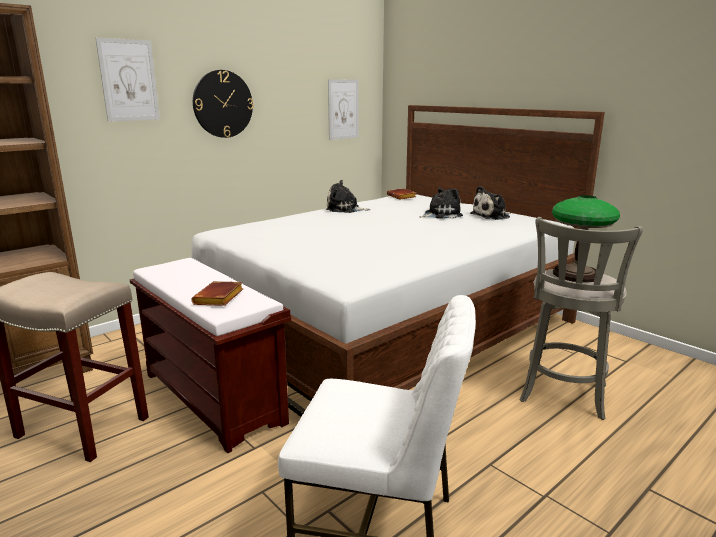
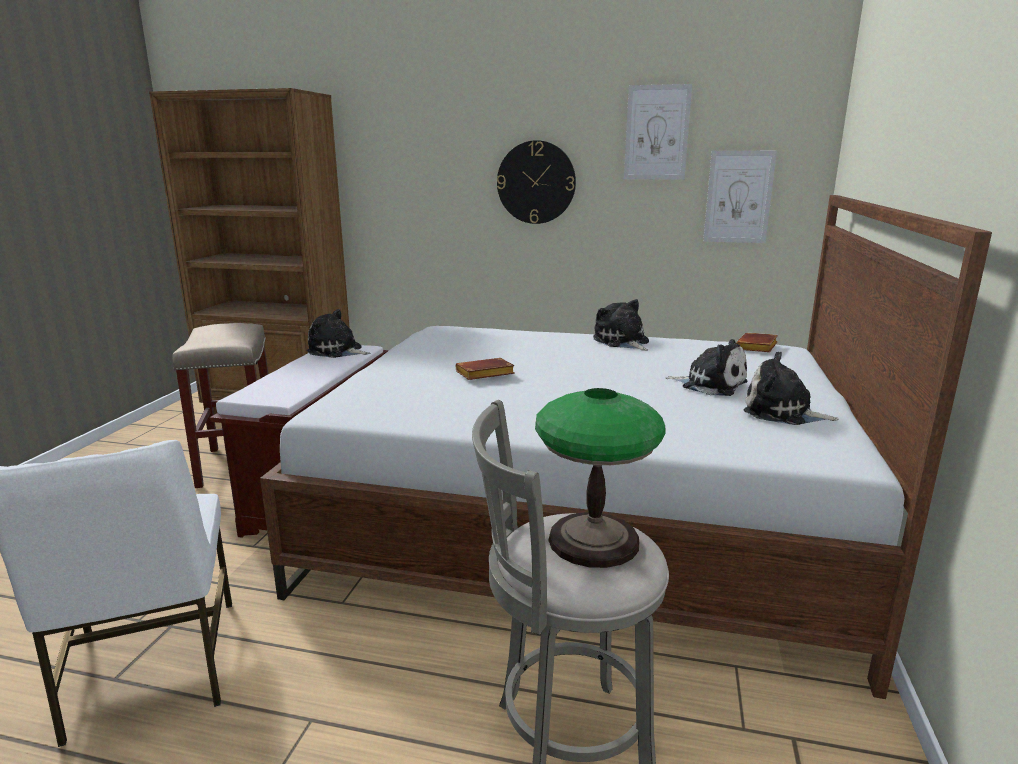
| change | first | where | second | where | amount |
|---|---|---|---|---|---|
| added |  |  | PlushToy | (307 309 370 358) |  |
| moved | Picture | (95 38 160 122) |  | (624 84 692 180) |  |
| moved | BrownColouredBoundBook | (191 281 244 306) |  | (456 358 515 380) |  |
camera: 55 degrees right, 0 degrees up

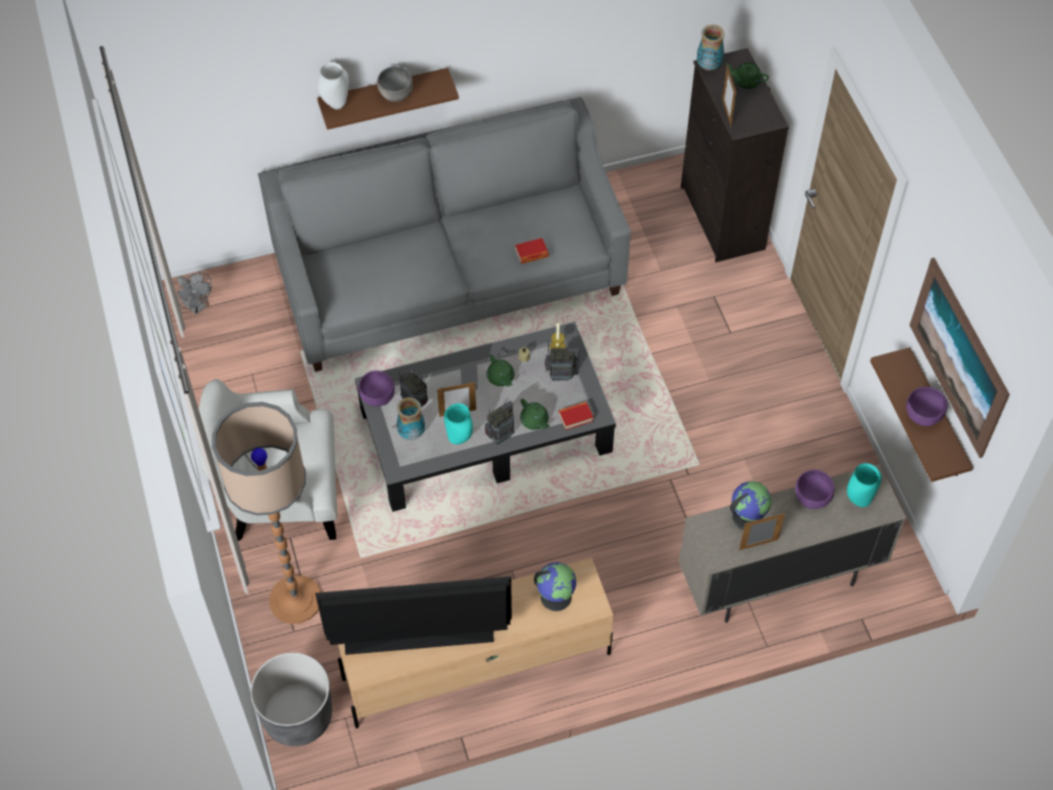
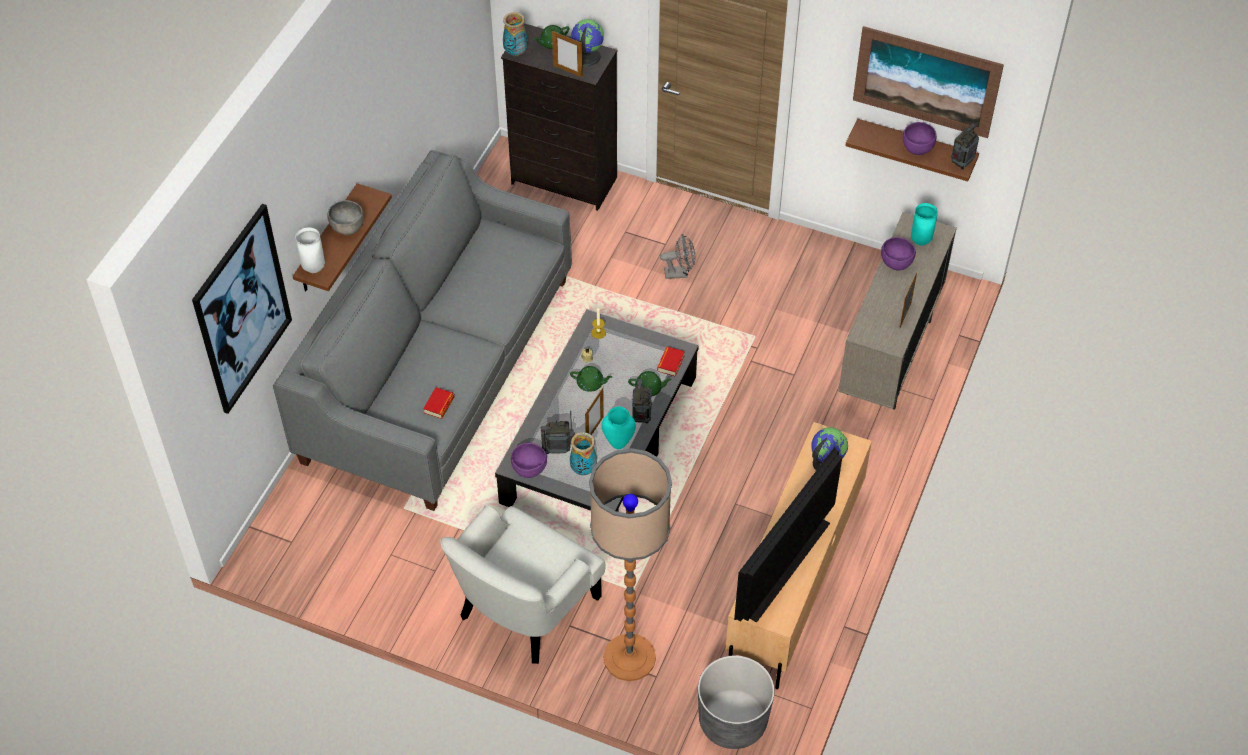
| change | first | where | second | where | amount |
|---|---|---|---|---|---|
| added |  |  | Picture | (192 204 292 414) |  |
| moved | GreyCoolingFan | (177 272 212 315) |  | (660 234 696 279) |  |
| moved | BoundBook | (515 238 549 264) |  | (423 387 454 419) |  |
| moved | RadioReceiver | (545 341 579 381) |  | (951 123 979 170) |  |
| moved | Globe | (730 481 772 530) |  | (571 19 604 66) |  |
camera: 50 degrees left, 5 degrees down

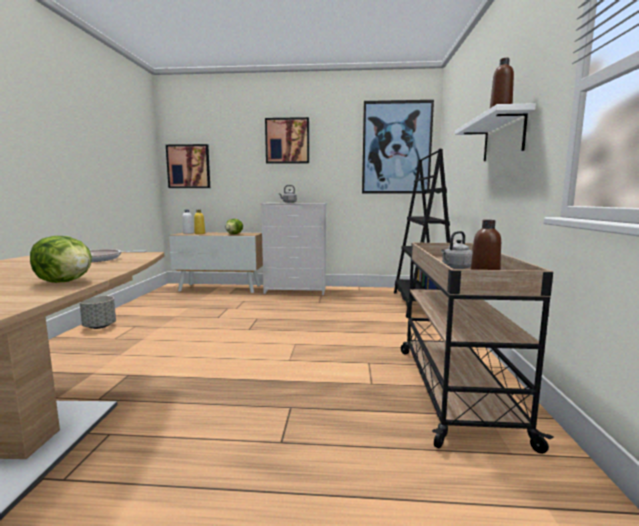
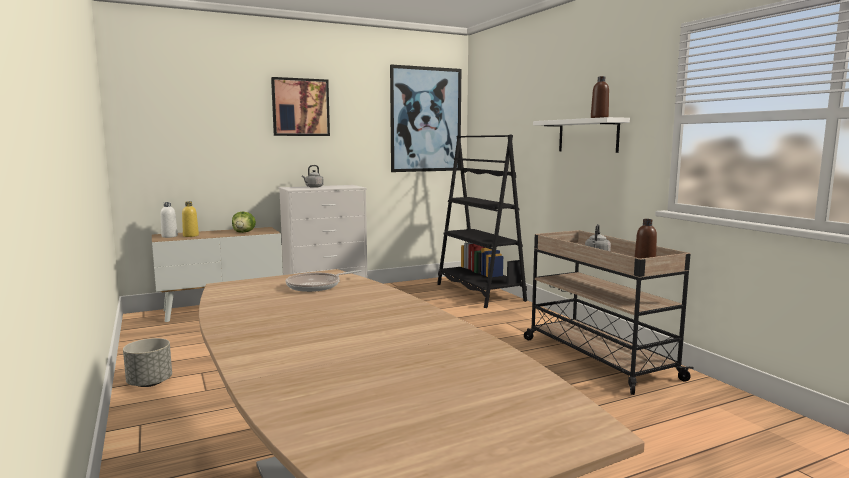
| change | first | where | second | where | amount |
|---|---|---|---|---|---|
| removed | HeadOfLettuce | (30 236 92 283) |  |  |  |
| removed | Picture | (166 144 210 188) |  |  |  |
camera: 30 degrees left, 0 degrees up

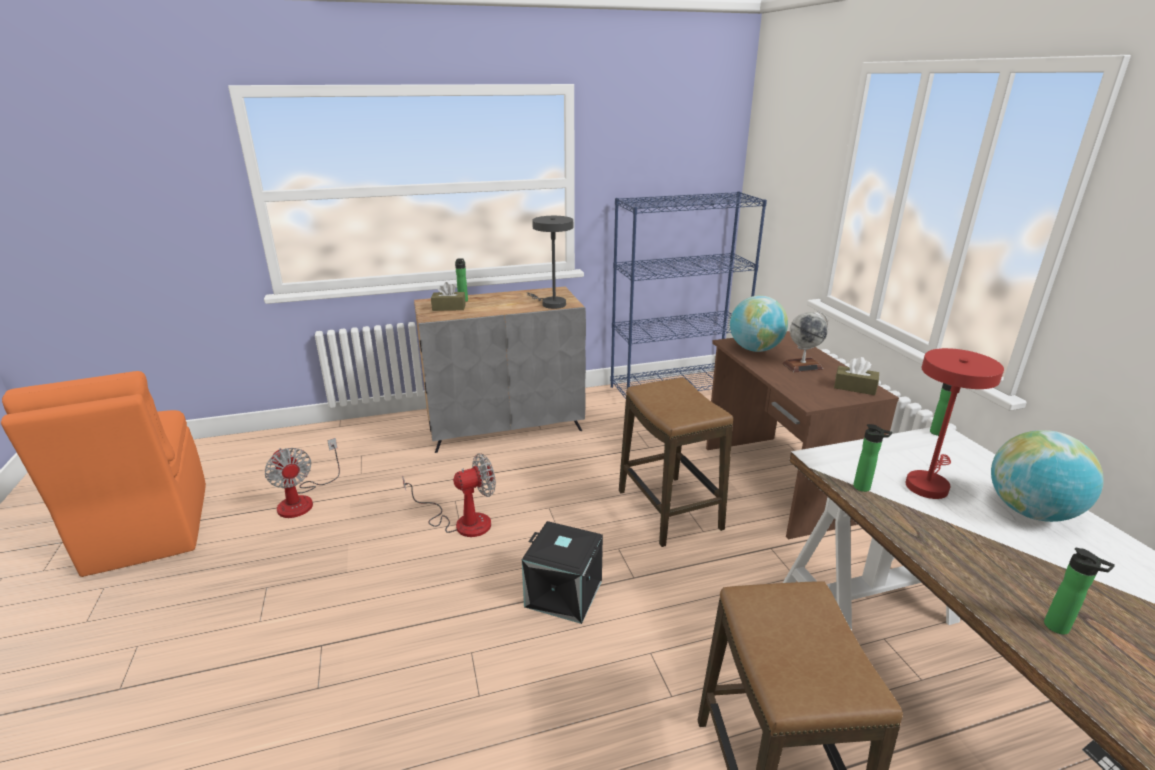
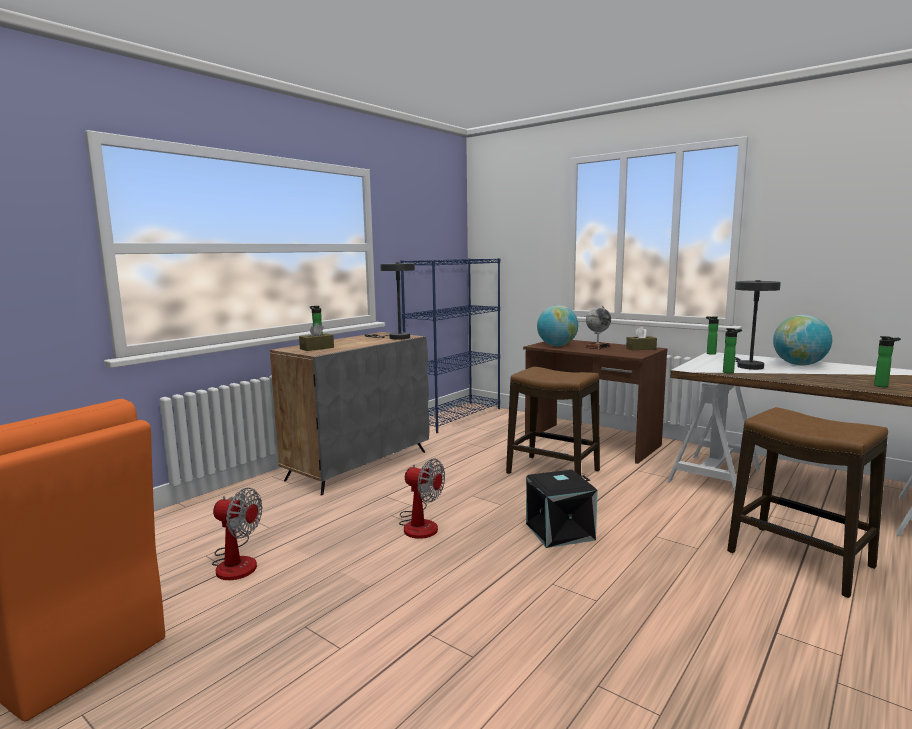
| change | first | where | second | where | amount |
|---|---|---|---|---|---|
| recoloured | ReddishTabletopLamp | (905 348 1004 499) | GreyTabletopLamp | (735 280 781 370) |  |
| turned | CoolingFan | (402 453 496 537) |  | (399 458 445 539) | 90 degrees clockwise |
camera: 35 degrees left, 15 degrees down

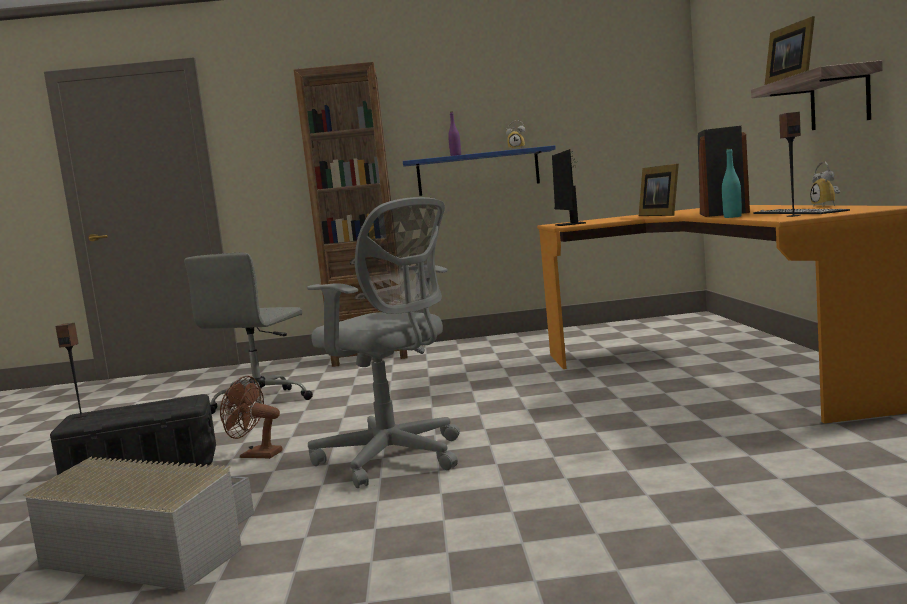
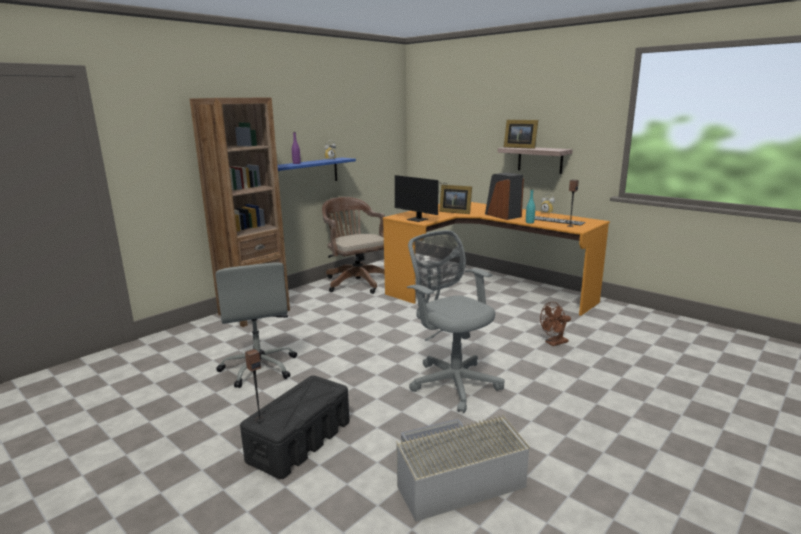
| change | first | where | second | where | amount |
|---|---|---|---|---|---|
| added |  |  | BrownColouredDeskChair | (322 197 385 294) |  |
| moved | BrownColouredCoolingFan | (220 376 282 459) |  | (540 302 571 346) |  |
| turned | GreyDeskChair | (307 197 460 488) |  | (407 230 505 413) | 120 degrees counterclockwise |
camera: 45 degrees left, 10 degrees up

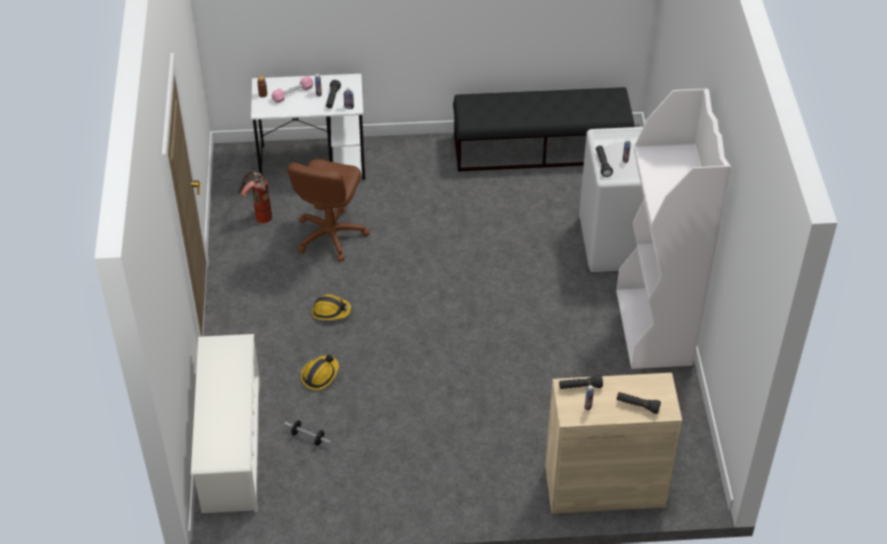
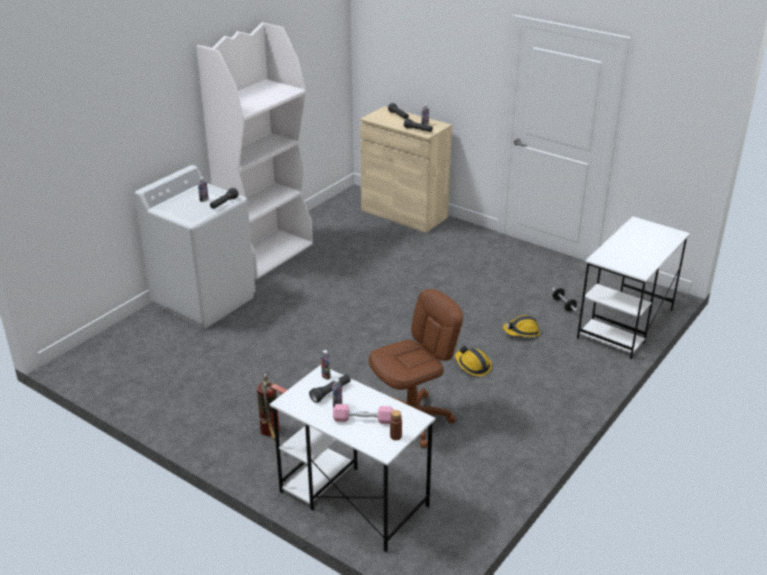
| change | first | where | second | where | amount |
|---|---|---|---|---|---|
| removed | BlackColouredIndoorBench | (453 87 635 172) |  |  |  |
| moved | FireFightingCylinder | (237 171 272 223) |  | (257 371 287 441) |  |
| replaced | WhitishShoeShelf | (191 334 260 513) | WhitishDesk | (577 216 690 359) |  |
camera: 140 degrees left, 15 degrees down

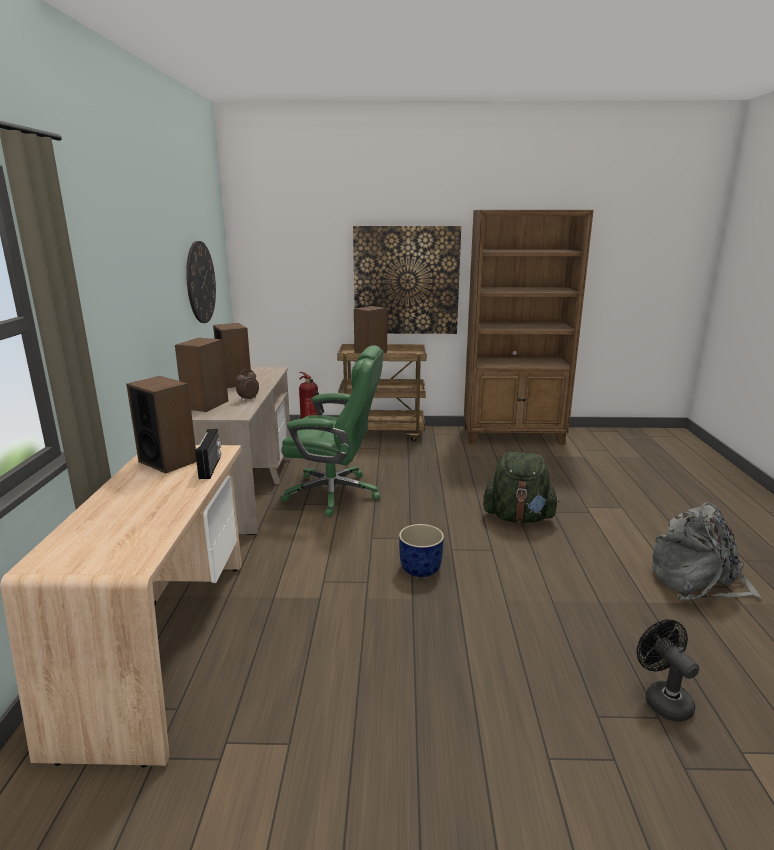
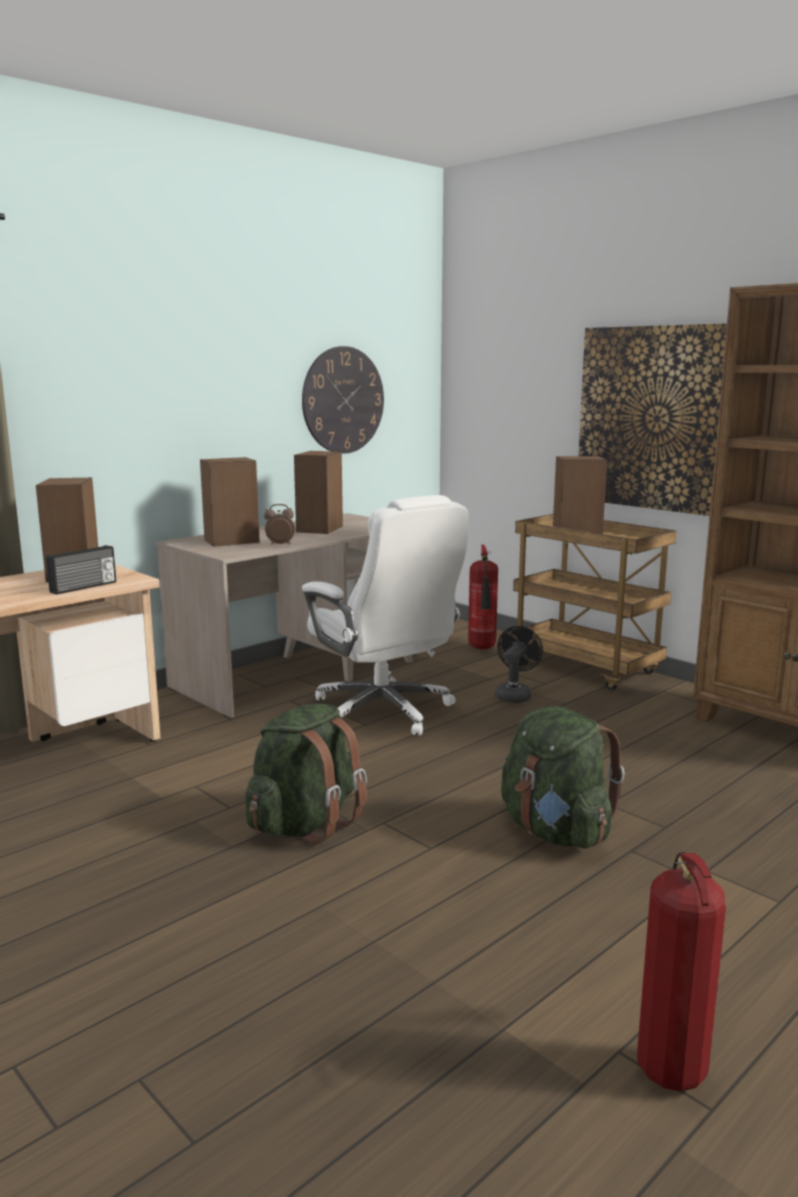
| change | first | where | second | where | amount |
|---|---|---|---|---|---|
| moved | BlackColouredCoolingFan | (637 620 699 722) |  | (495 626 543 703) |  |
| replaced | BluishFlowerPot | (399 524 444 577) | GreenishRucksack | (246 704 367 844) |  |
| replaced | GreyRucksack | (652 503 762 601) | FireFightingCylinder | (637 852 726 1091) |  |
| recoloured | GreenishDeskChair | (280 345 383 517) | WhitishDeskChair | (302 495 468 736) |  |
camera: 45 degrees right, 5 degrees down

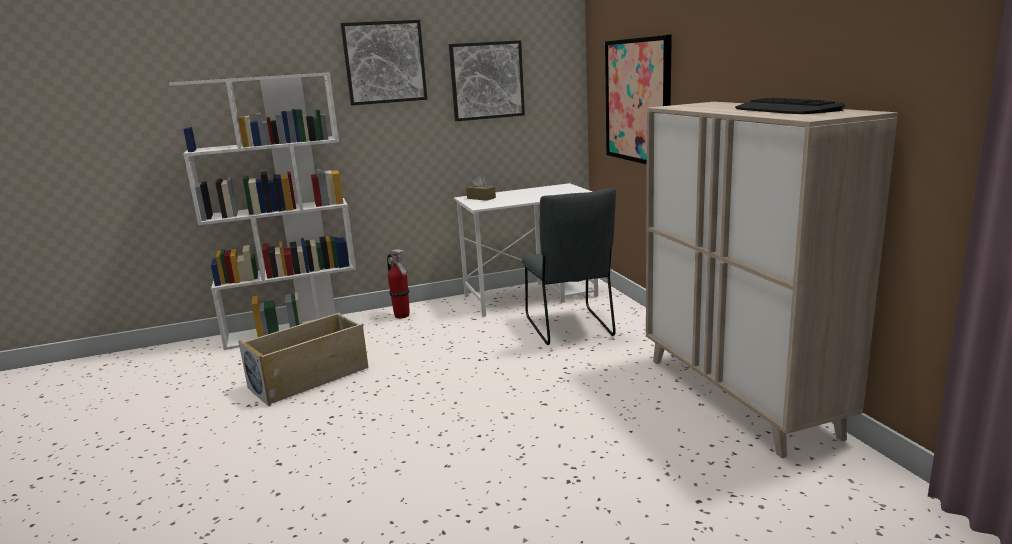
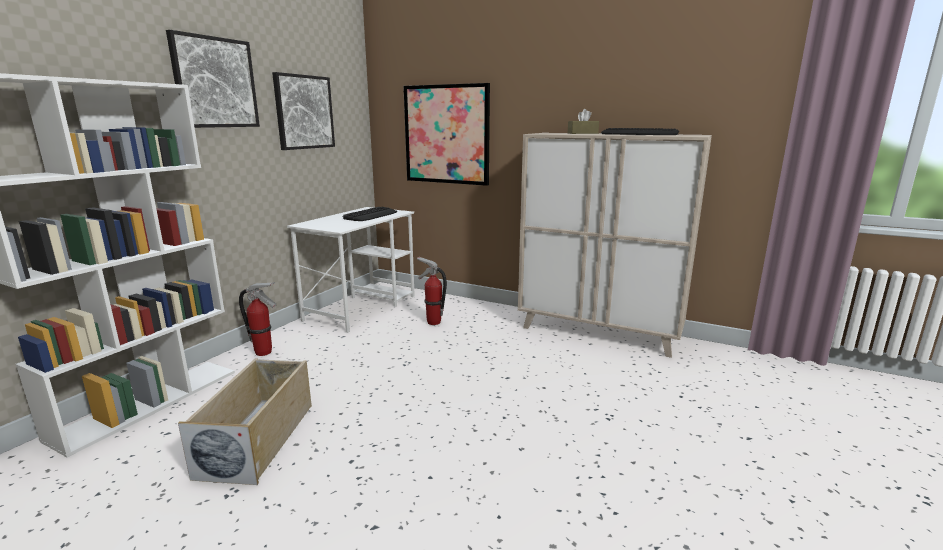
| change | first | where | second | where | amount |
|---|---|---|---|---|---|
| added |  |  | ComputerKeyboard | (342 207 397 221) |  |
| moved | BrownColouredTissueBox | (466 176 496 201) |  | (568 109 599 134) |  |
| replaced | GreyUprightChair | (522 188 616 345) | FireFightingCylinder | (417 257 447 325) |  |
camera: 45 degrees left, 0 degrees up

